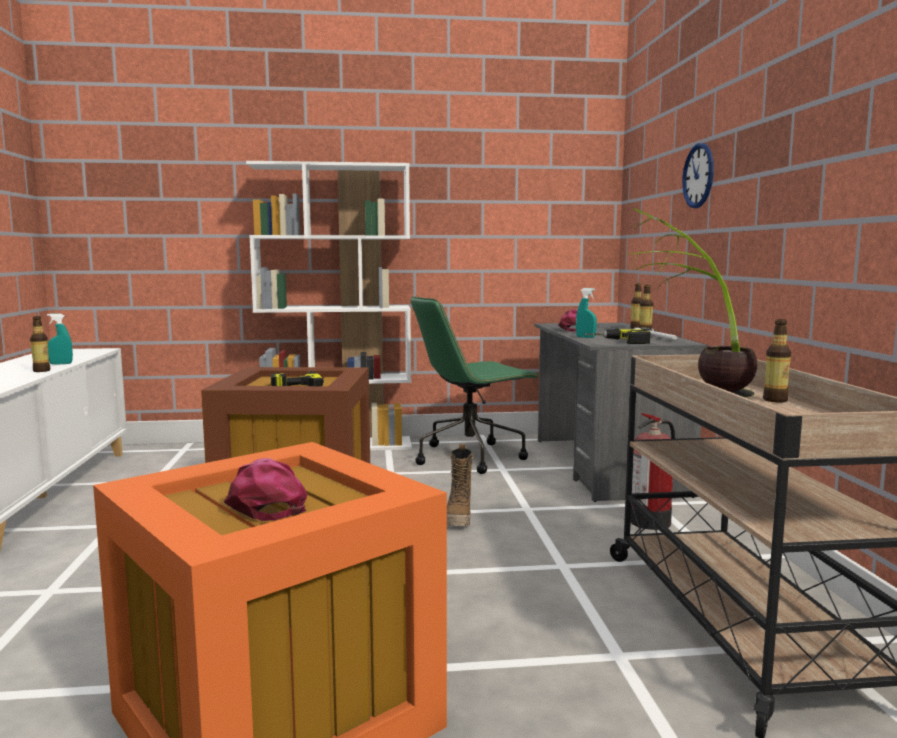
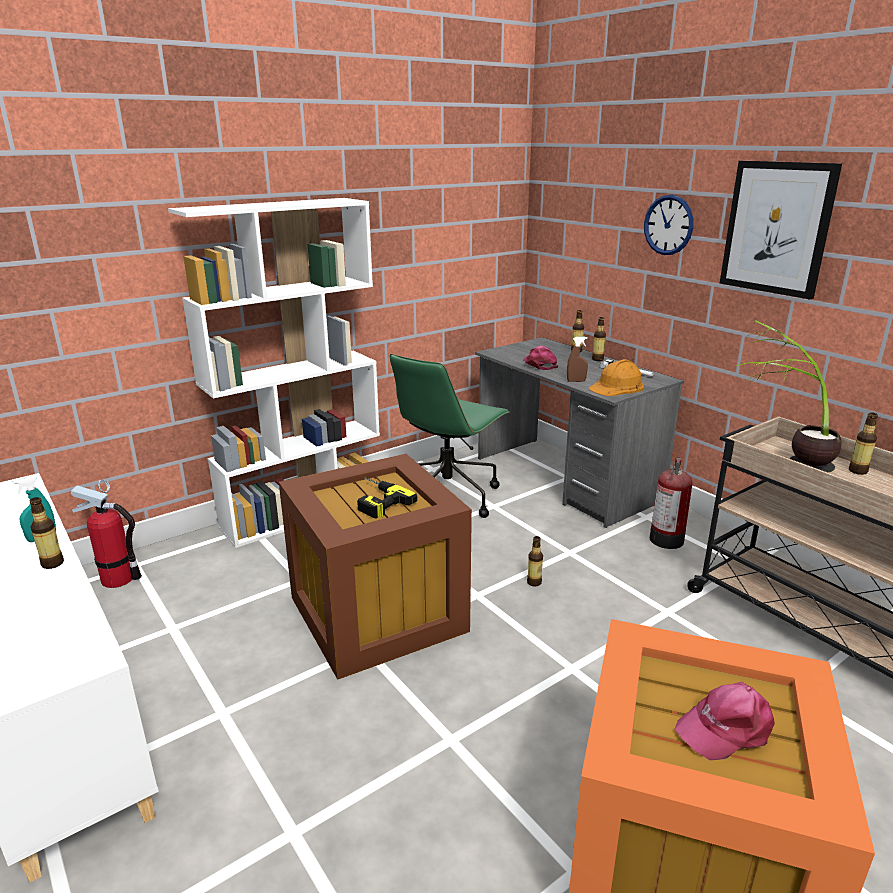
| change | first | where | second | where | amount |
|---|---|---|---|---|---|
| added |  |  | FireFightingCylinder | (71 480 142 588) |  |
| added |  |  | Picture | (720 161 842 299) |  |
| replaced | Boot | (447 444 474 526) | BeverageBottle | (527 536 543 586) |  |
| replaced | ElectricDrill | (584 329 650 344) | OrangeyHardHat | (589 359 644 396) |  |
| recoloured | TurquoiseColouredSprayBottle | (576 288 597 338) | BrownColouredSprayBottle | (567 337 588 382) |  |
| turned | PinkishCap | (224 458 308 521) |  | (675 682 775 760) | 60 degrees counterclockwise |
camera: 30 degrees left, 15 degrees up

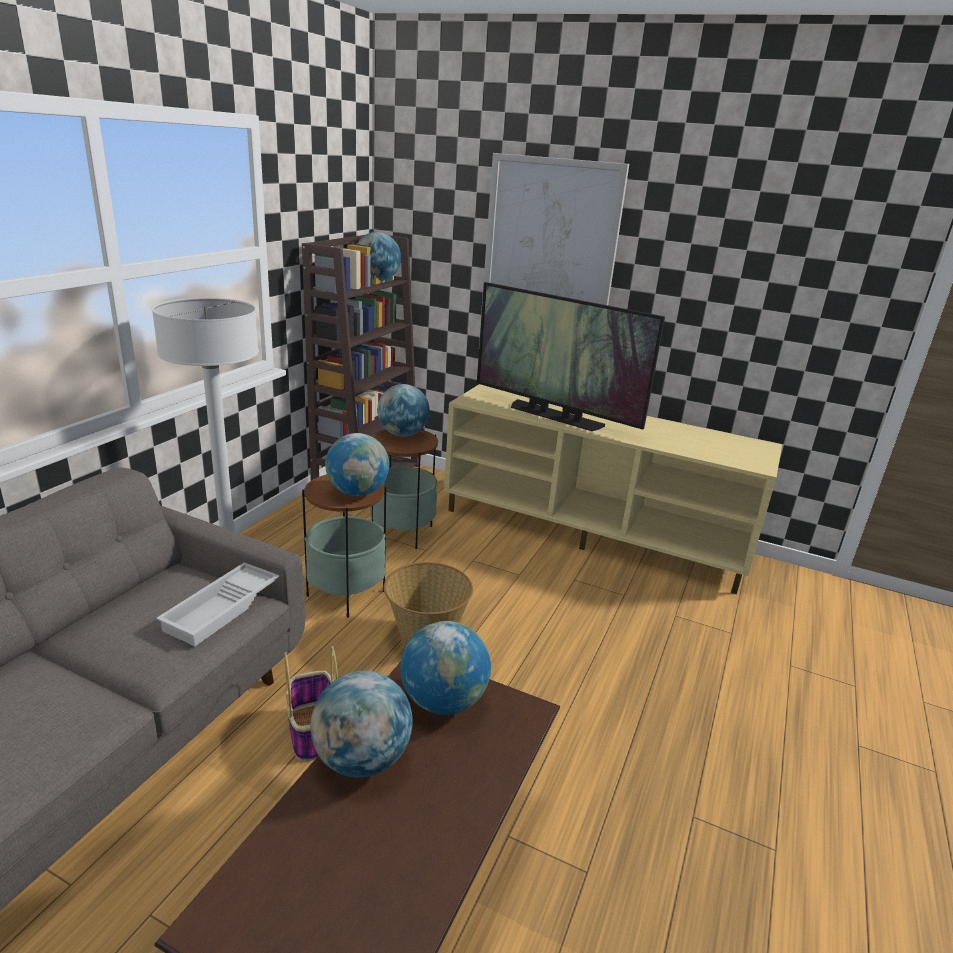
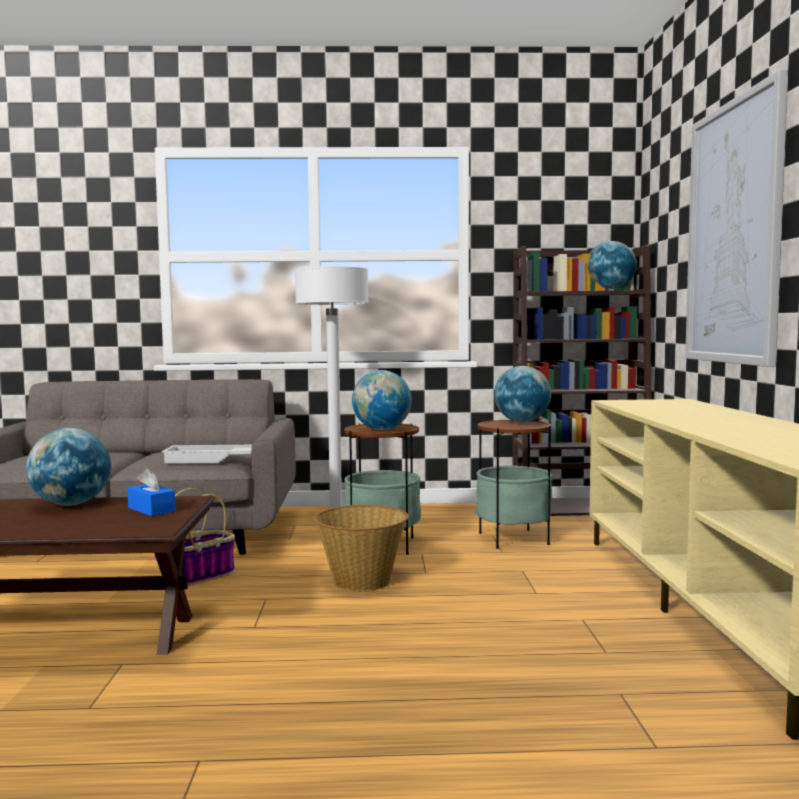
| change | first | where | second | where | amount |
|---|---|---|---|---|---|
| removed | TvSet | (477 282 665 431) |  |  |  |
| replaced | Globe | (401 621 491 715) | BluishTissueBox | (127 469 176 516) |  |
camera: 65 degrees right, 20 degrees down

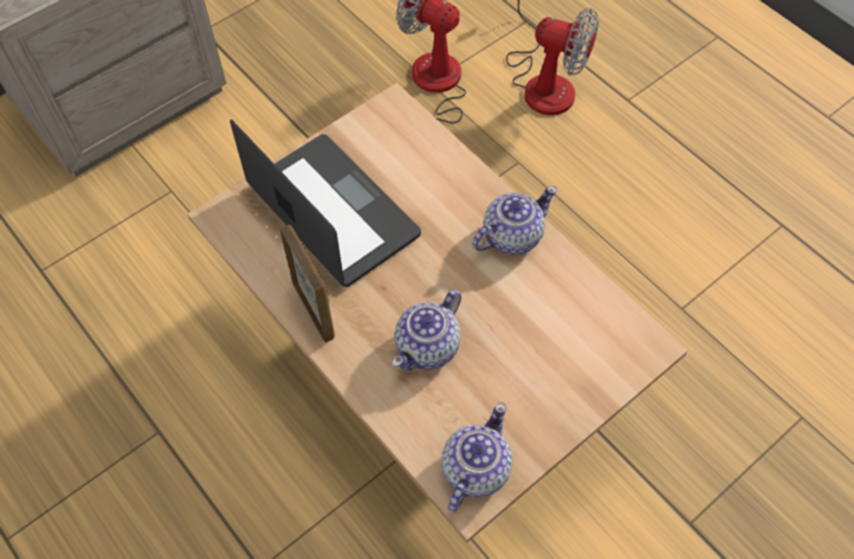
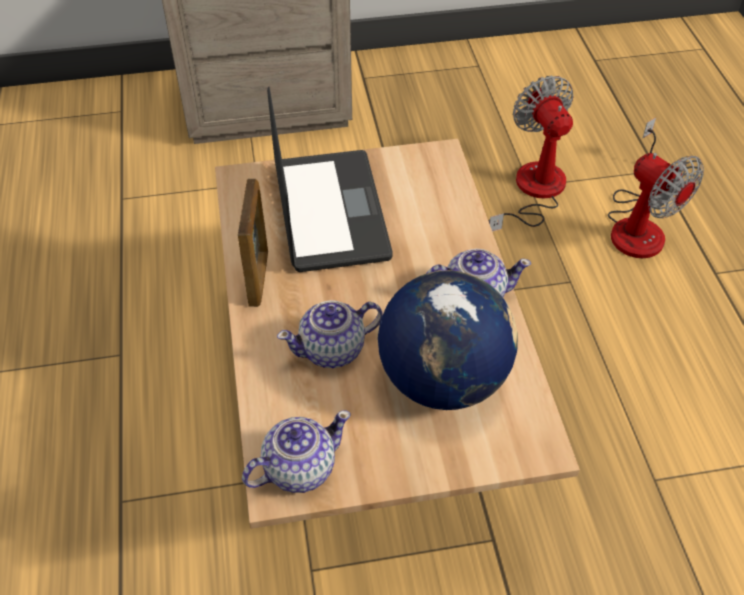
| change | first | where | second | where | amount |
|---|---|---|---|---|---|
| added |  |  | Globe | (378 270 518 410) |  |
camera: 30 degrees right, 10 degrees down

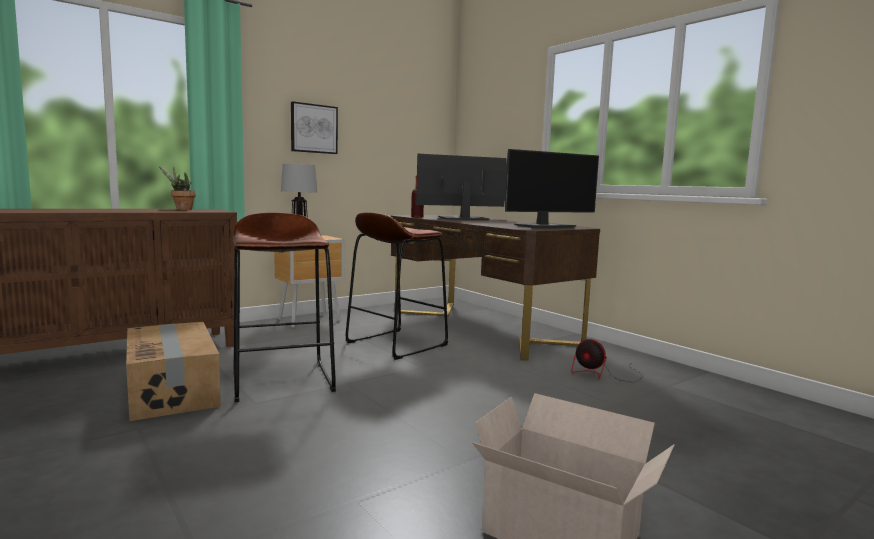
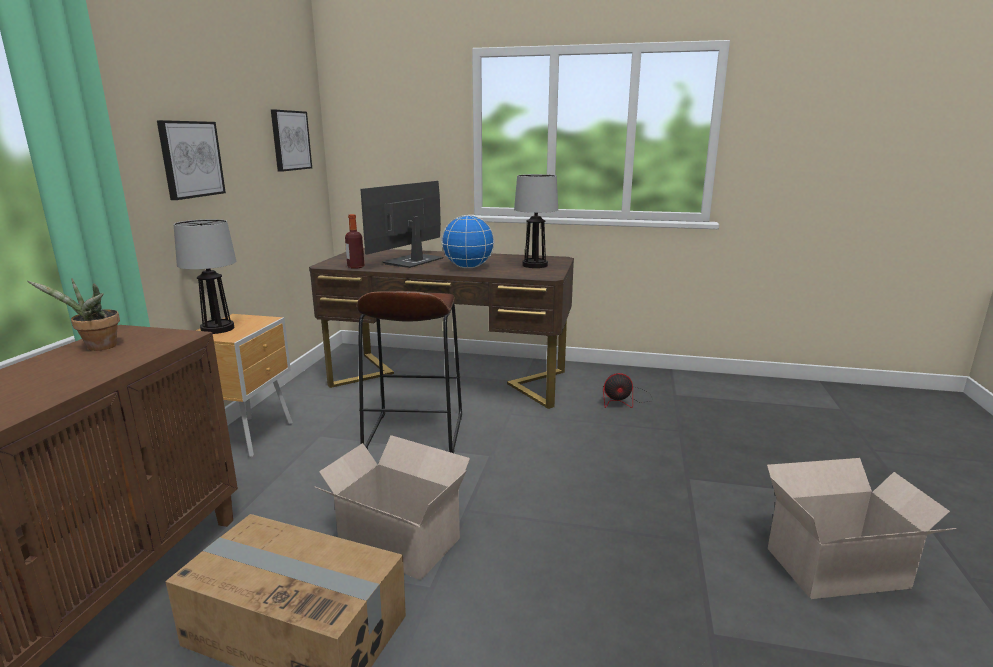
| change | first | where | second | where | amount |
|---|---|---|---|---|---|
| added |  |  | Picture | (271 110 312 172) |  |
| added |  |  | Globe | (441 215 494 268) |  |
| replaced | BrownColouredStoolSeat | (233 212 336 402) | CardboardBox | (314 435 470 580) |  |
| replaced | ComputerScreen | (505 149 599 228) | TabletopLamp | (514 174 558 268) |  |
camera: 40 degrees left, 10 degrees up

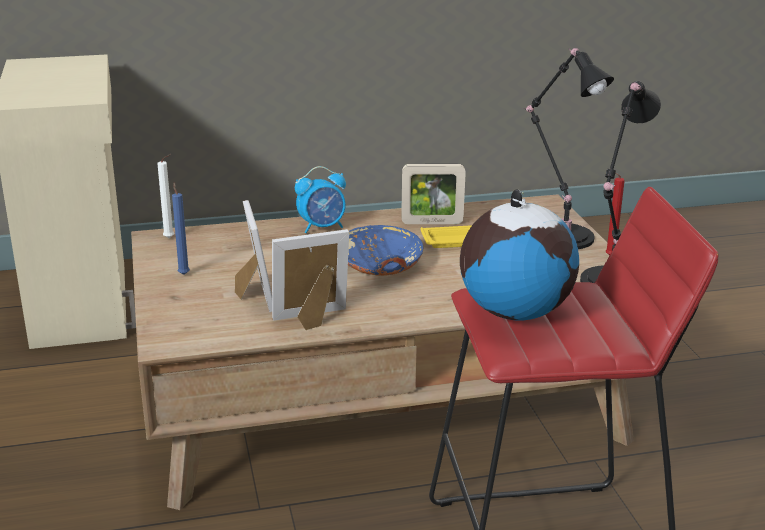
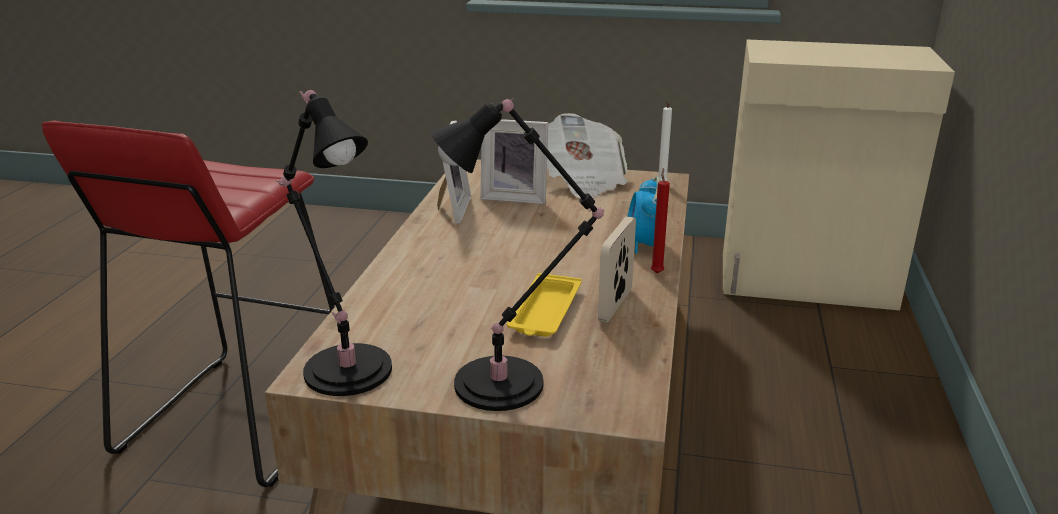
| change | first | where | second | where | amount |
|---|---|---|---|---|---|
| removed | BluishServingBowl | (348 225 423 276) |  |  |  |
| removed | Globe | (460 189 579 320) |  |  |  |
| moved | ReddishWaxCandle | (605 173 625 256) |  | (651 168 670 273) |  |
| replaced | BluishWaxCandle | (172 182 190 275) | PrintedPaper | (547 113 628 198) |  |
camera: 115 degrees right, 0 degrees up

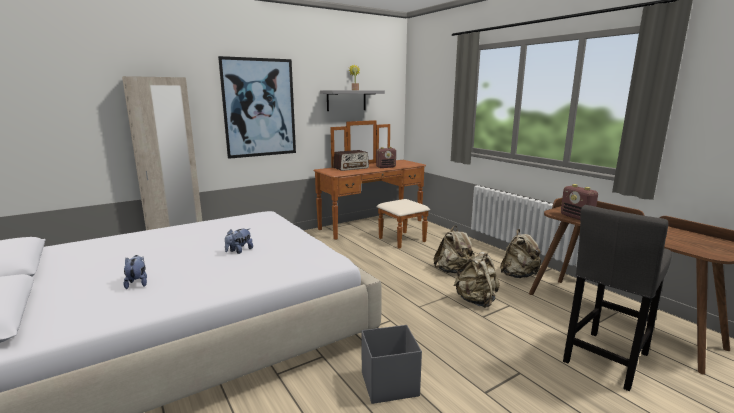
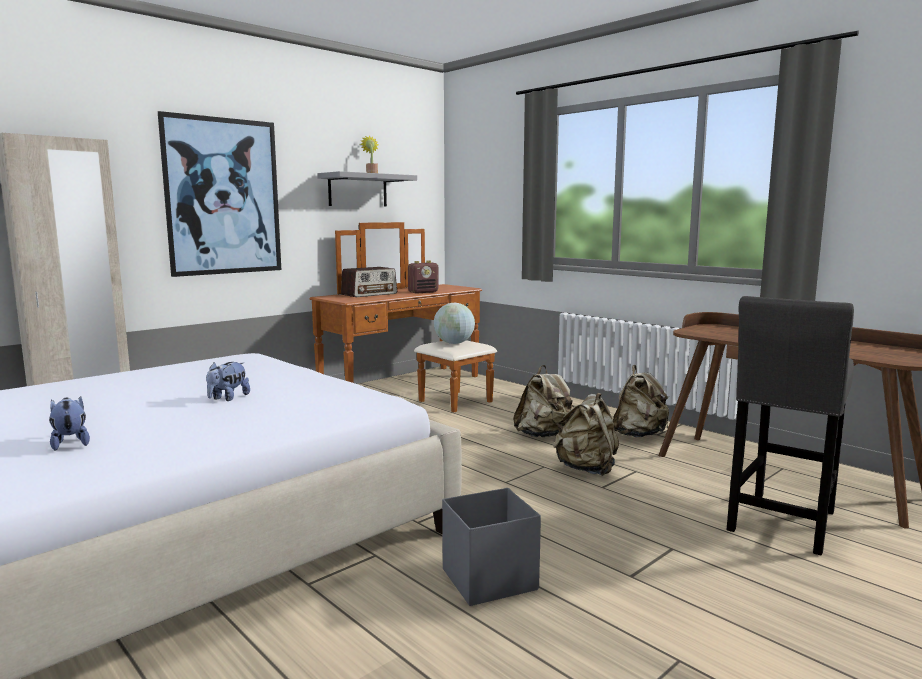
| change | first | where | second | where | amount |
|---|---|---|---|---|---|
| removed | RadioReceiver | (561 184 598 220) |  |  |  |
| added |  |  | Globe | (434 303 475 344) |  |
camera: 10 degrees left, 5 degrees down

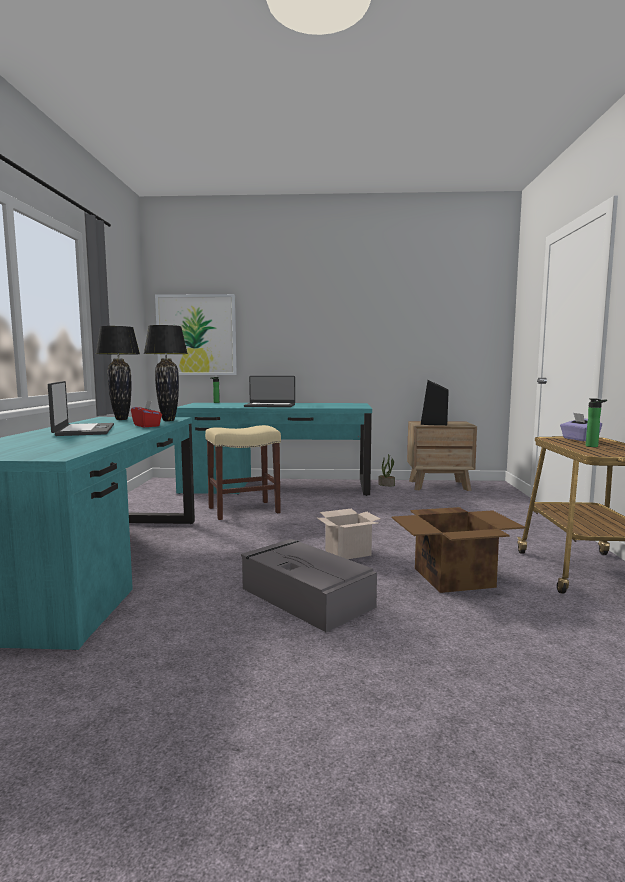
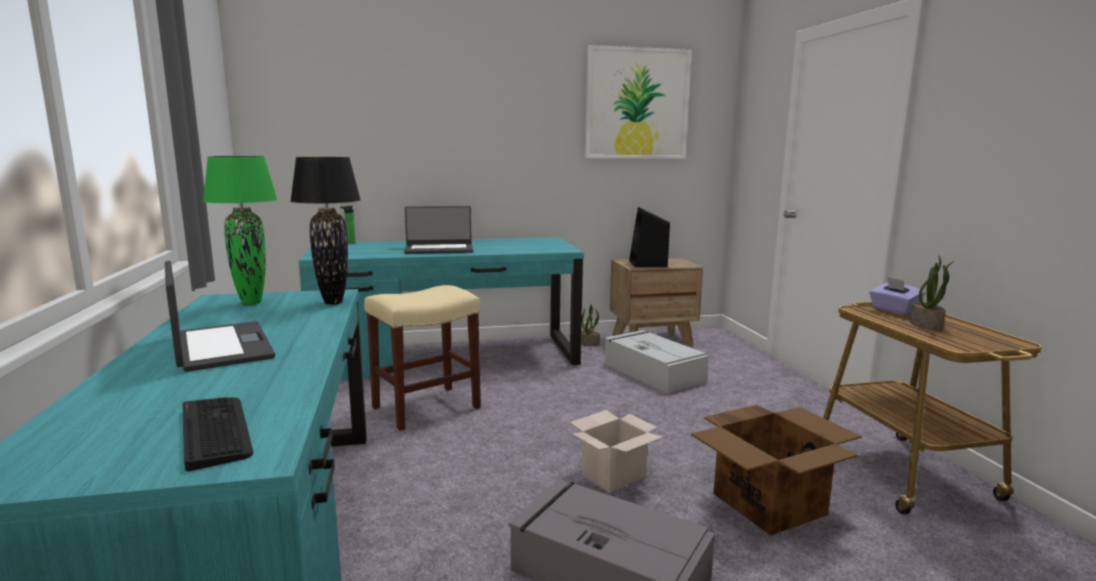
| change | first | where | second | where | amount |
|---|---|---|---|---|---|
| removed | ReddishTissueBox | (131 401 162 427) |  |  |  |
| added |  |  | ComputerKeyboard | (182 397 253 471) |  |
| added |  |  | GreyStorageBin | (605 330 709 393) |  |
| moved | Picture | (155 294 237 375) |  | (585 45 692 159) |  |
| replaced | BeverageBottle | (586 398 607 447) | PlantInAPot | (910 256 954 331) |  |
| recoloured | BlackColouredTabletopLamp | (96 326 140 420) | GreenishTabletopLamp | (203 156 278 305) |  |
camera: 15 degrees left, 5 degrees up

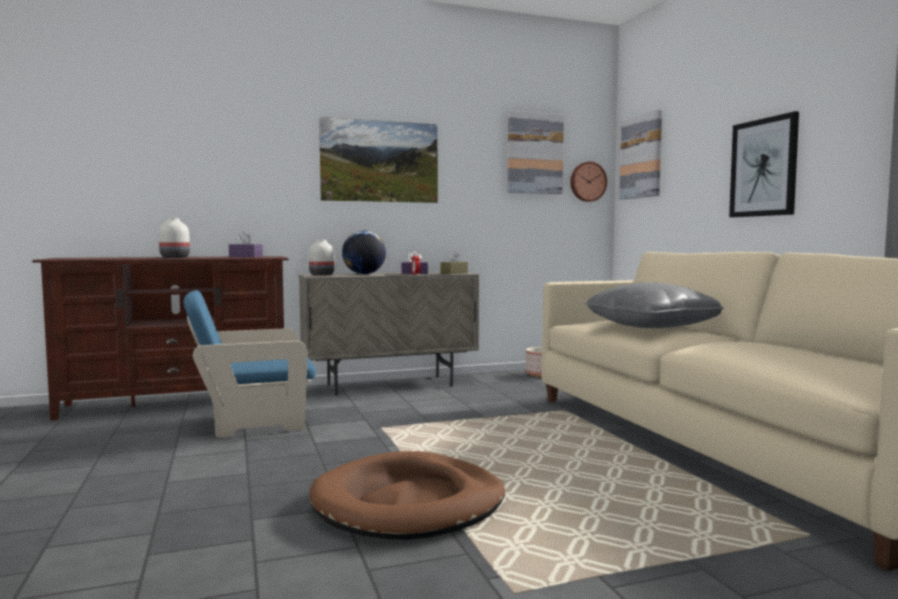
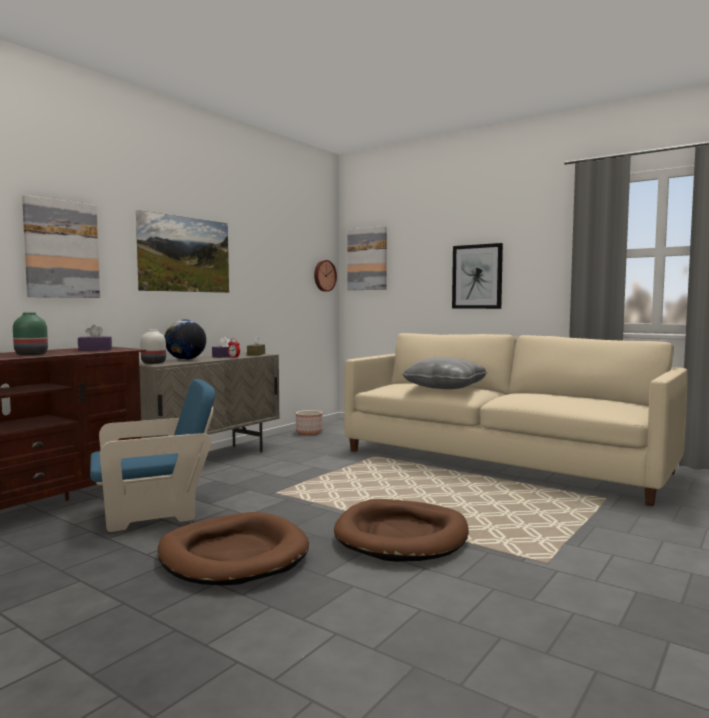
| change | first | where | second | where | amount |
|---|---|---|---|---|---|
| added |  |  | BrownColouredPetBed | (158 512 309 586) |  |
| moved | Picture | (508 111 564 194) |  | (22 195 100 298) |  |
| recoloured | WhitishDecorativeVase | (159 218 190 258) | GreenishDecorativeVase | (13 312 48 356) |  |
| turned | BluishArmchair | (183 290 316 438) |  | (90 379 215 532) | 150 degrees counterclockwise |
camera: 35 degrees left, 0 degrees up

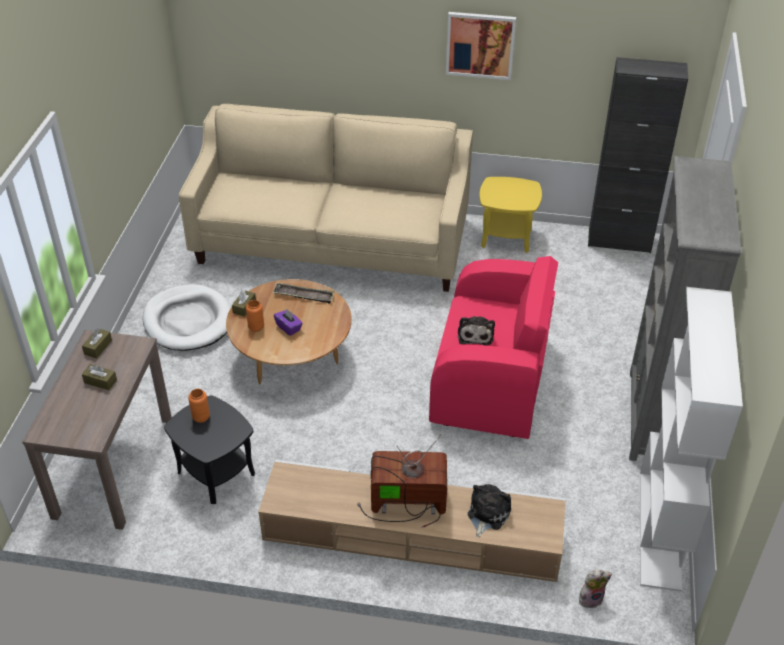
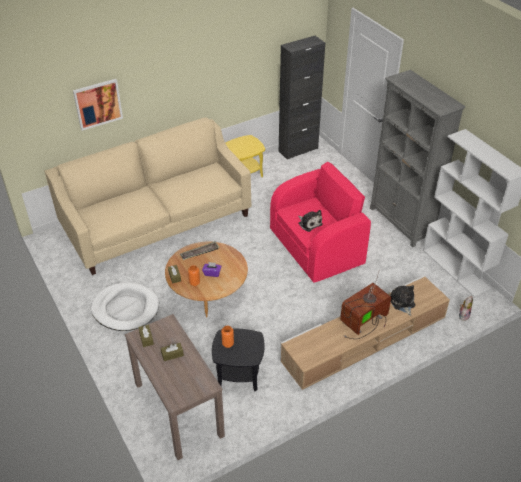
| change | first | where | second | where | amount |
|---|---|---|---|---|---|
| moved | Picture | (446 12 516 80) |  | (73 79 123 131) |  |
camera: 40 degrees left, 0 degrees up

